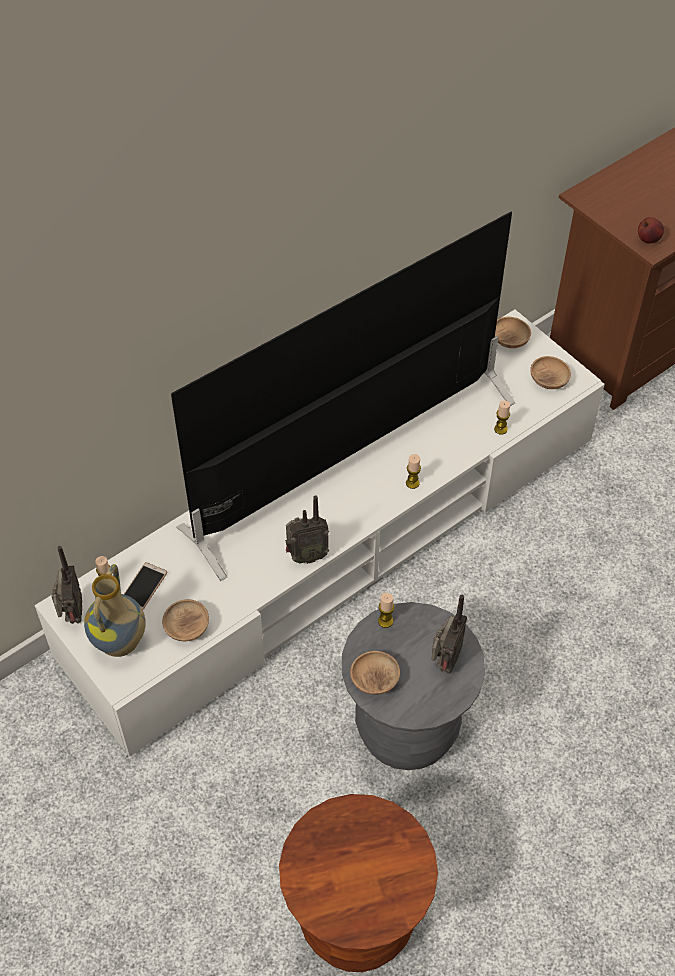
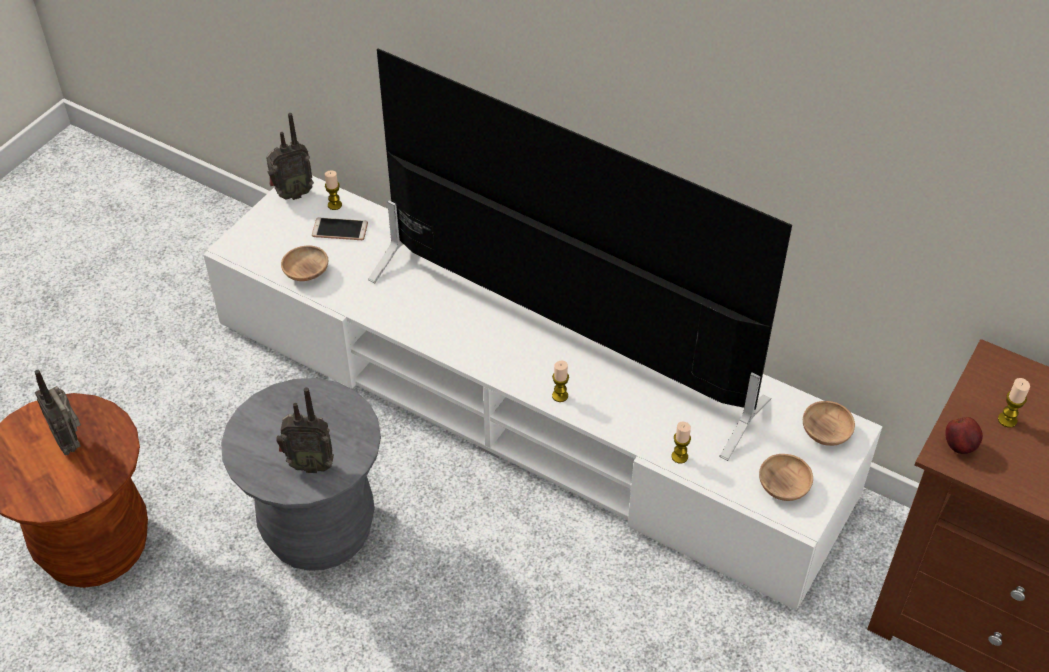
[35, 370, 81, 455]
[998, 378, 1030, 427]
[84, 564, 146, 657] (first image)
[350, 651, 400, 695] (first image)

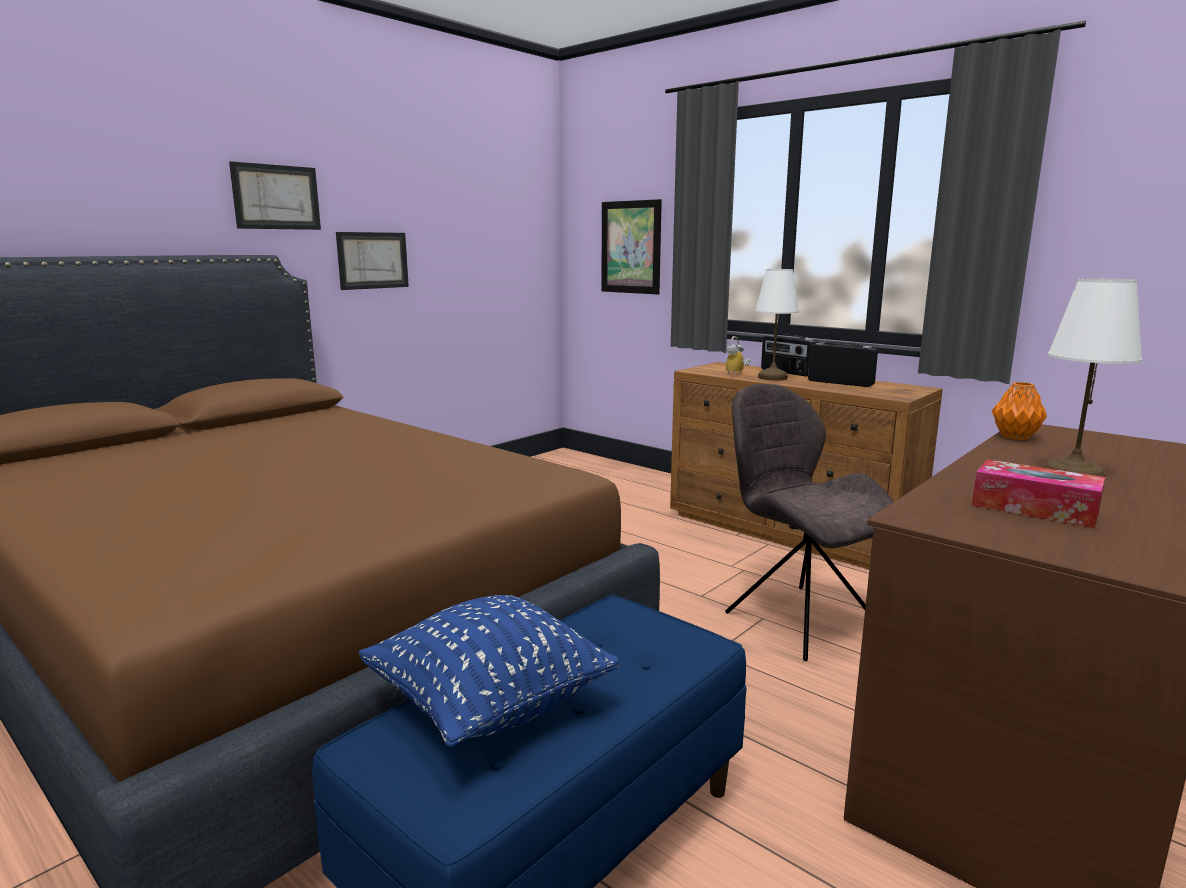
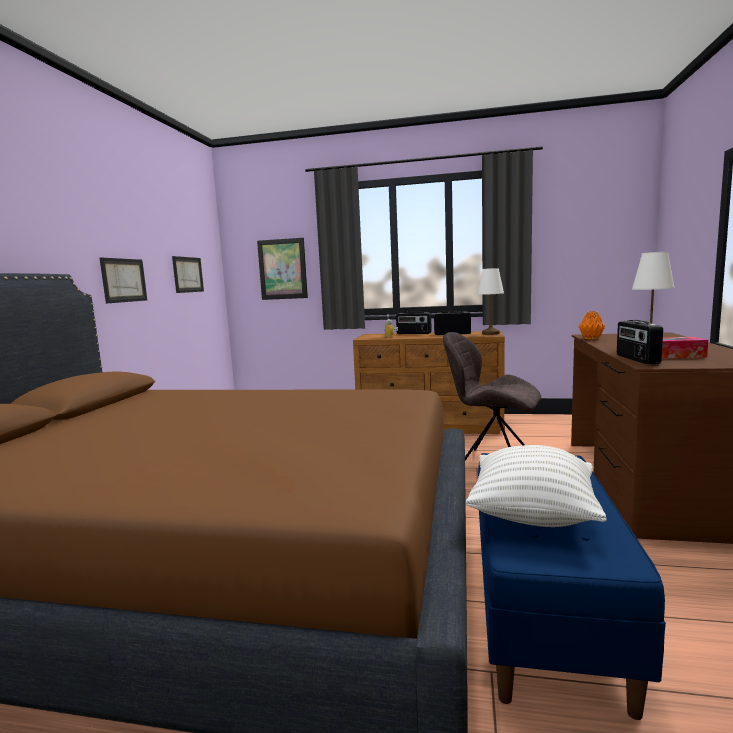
[172, 256, 204, 293]
[466, 445, 607, 527]
[478, 268, 504, 335]
[617, 320, 663, 364]

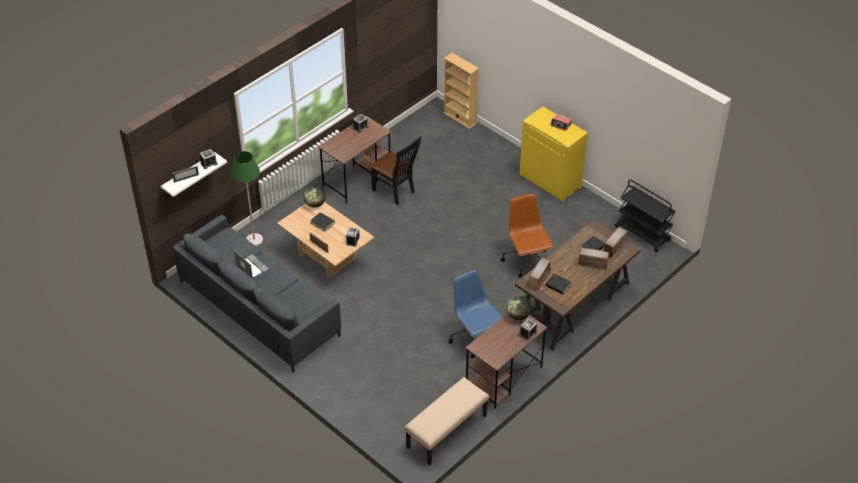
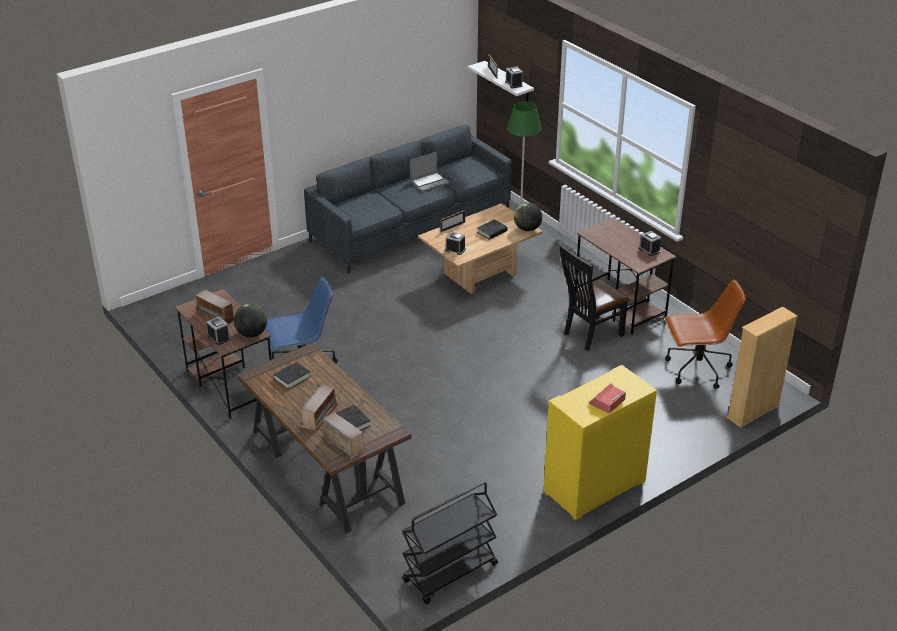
[195, 289, 234, 324]
[665, 279, 746, 389]
[404, 377, 489, 466] (first image)

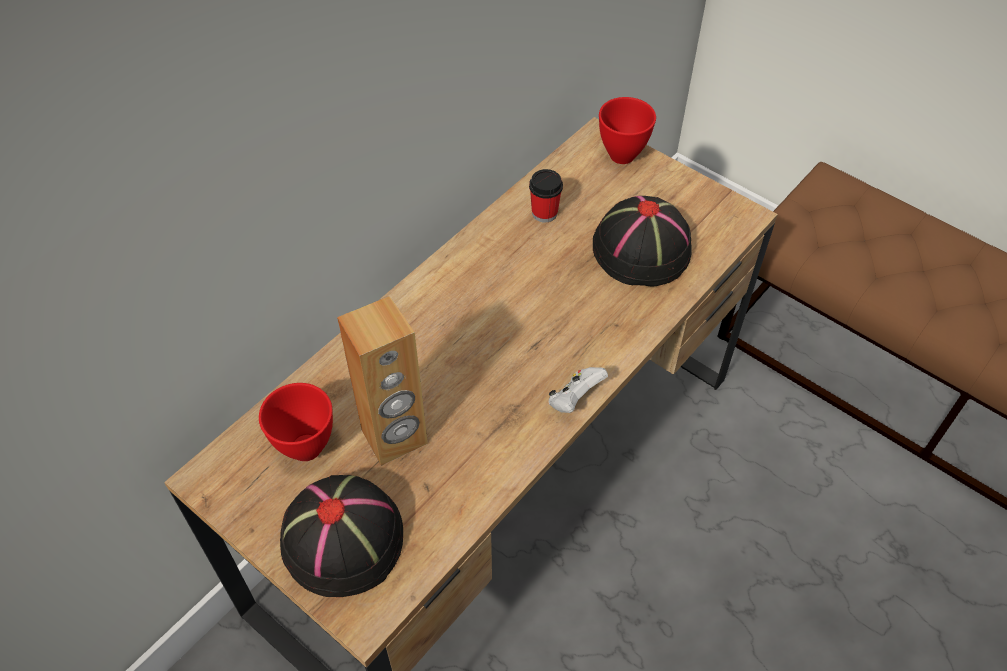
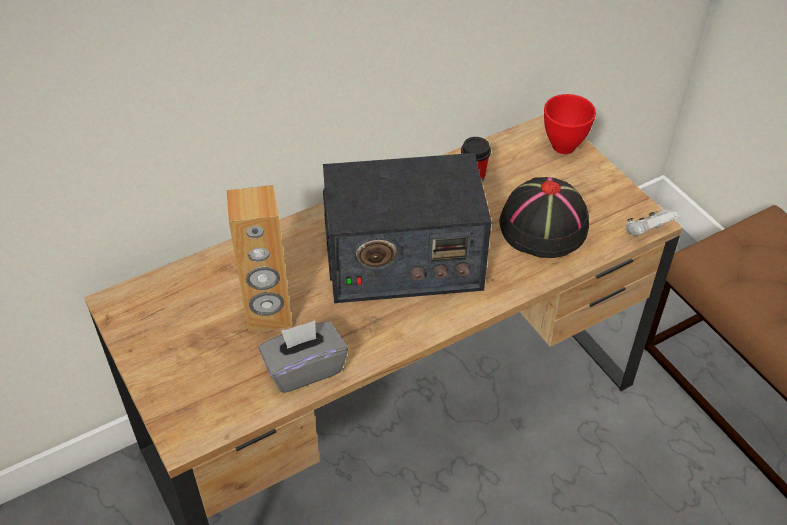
[259, 320, 348, 393]
[323, 153, 491, 303]
[625, 210, 679, 237]
[259, 383, 333, 461] (first image)
[280, 475, 403, 597] (first image)

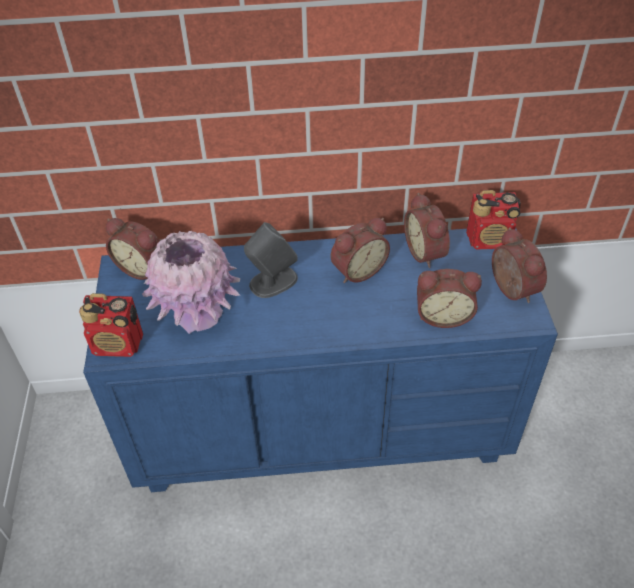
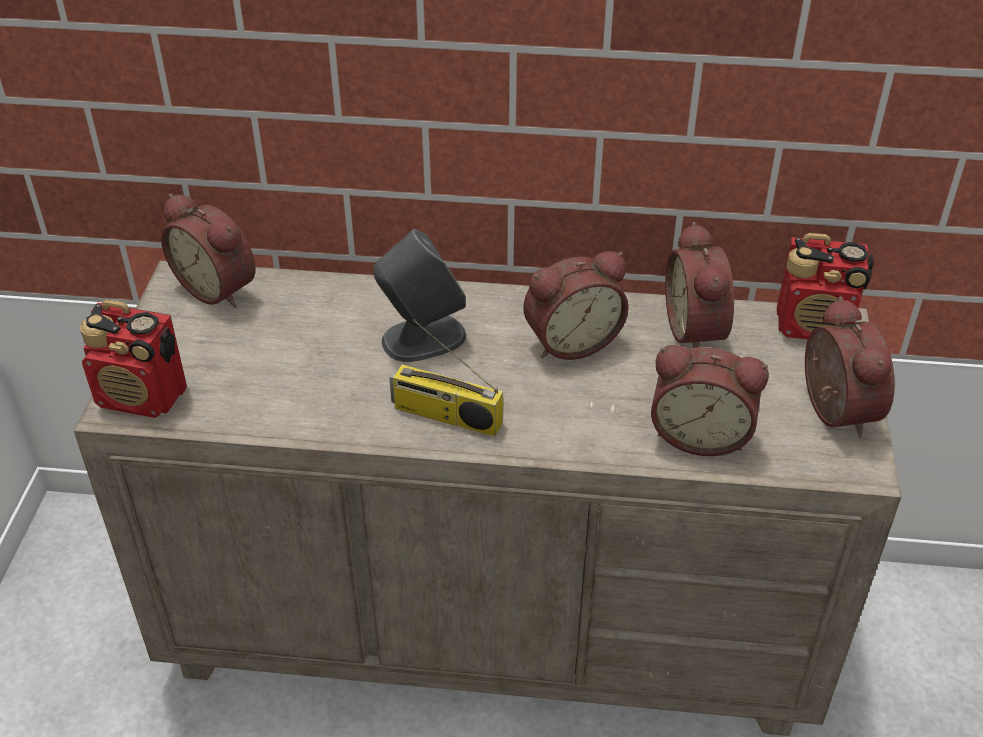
[74, 260, 901, 736]
[389, 319, 503, 437]
[142, 231, 240, 334] (first image)

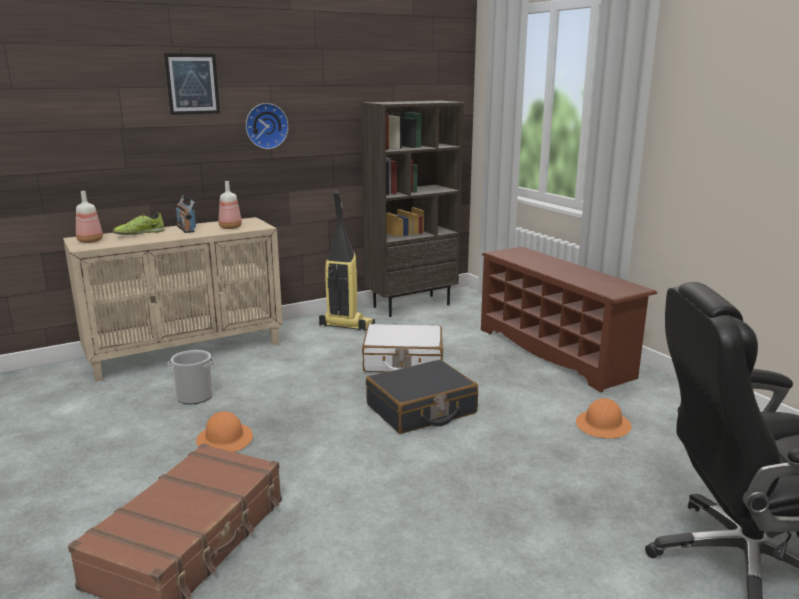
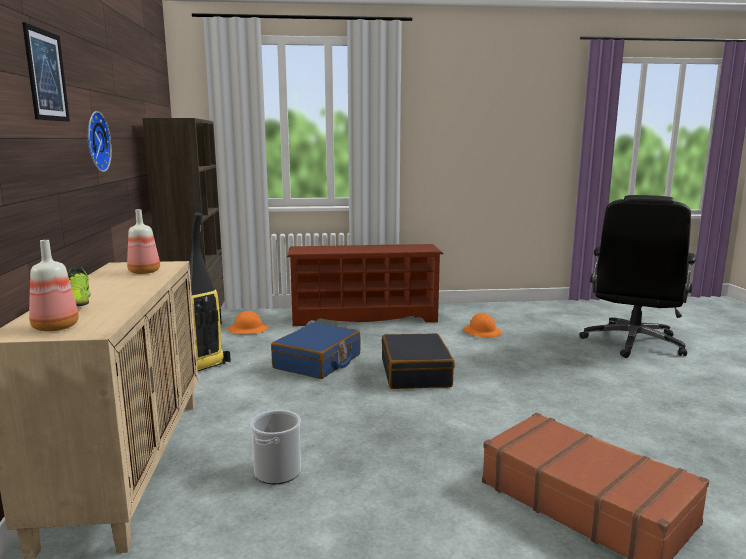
[228, 311, 268, 334]
[271, 322, 360, 379]
[176, 195, 196, 233] (first image)

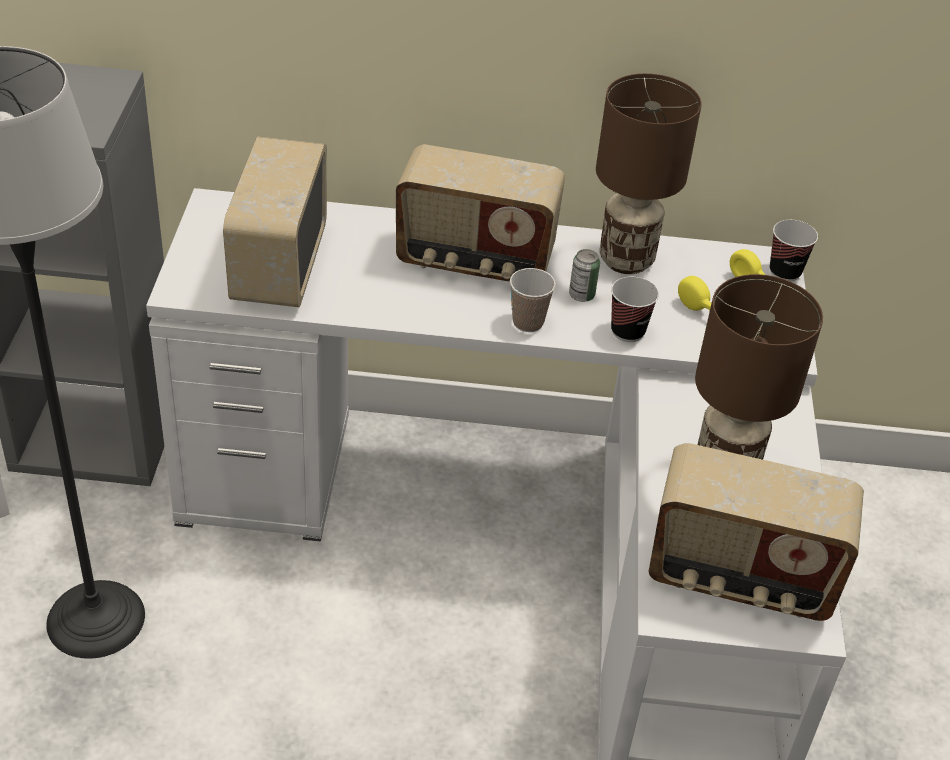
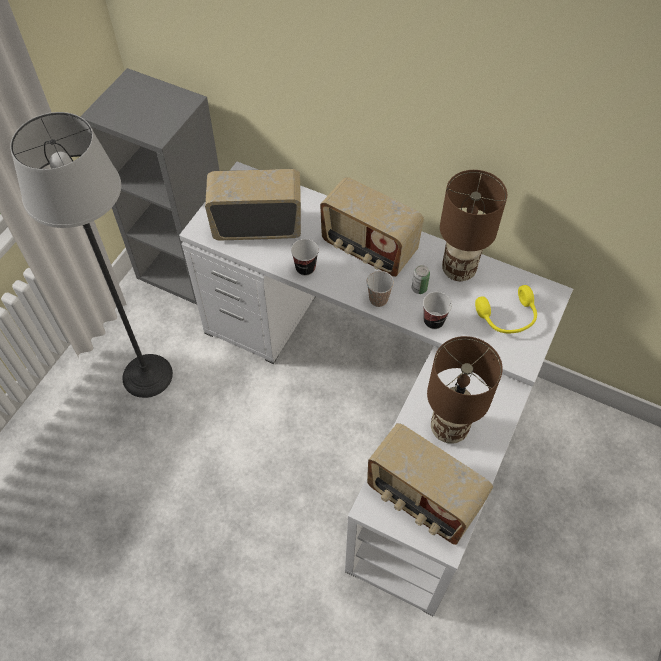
[205, 169, 301, 240]
[291, 239, 319, 276]

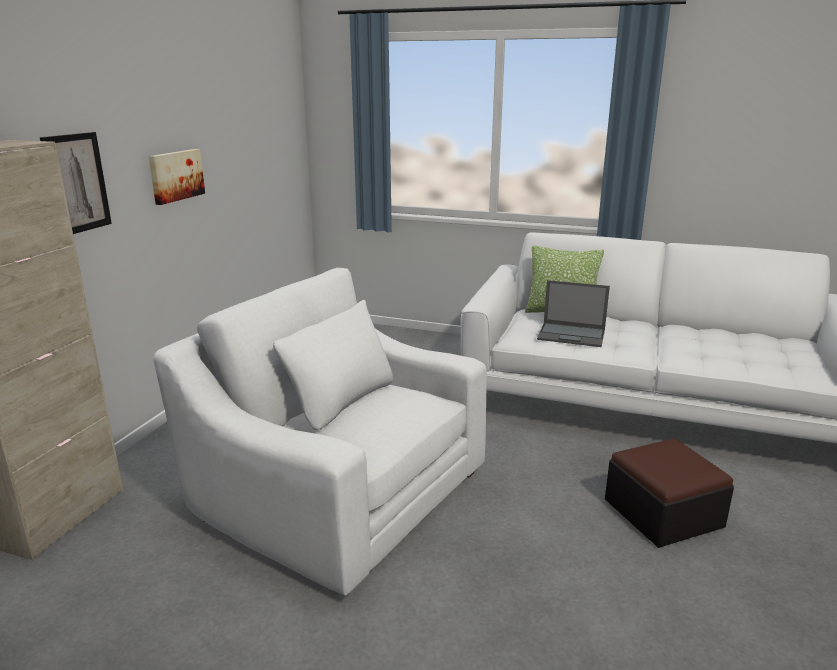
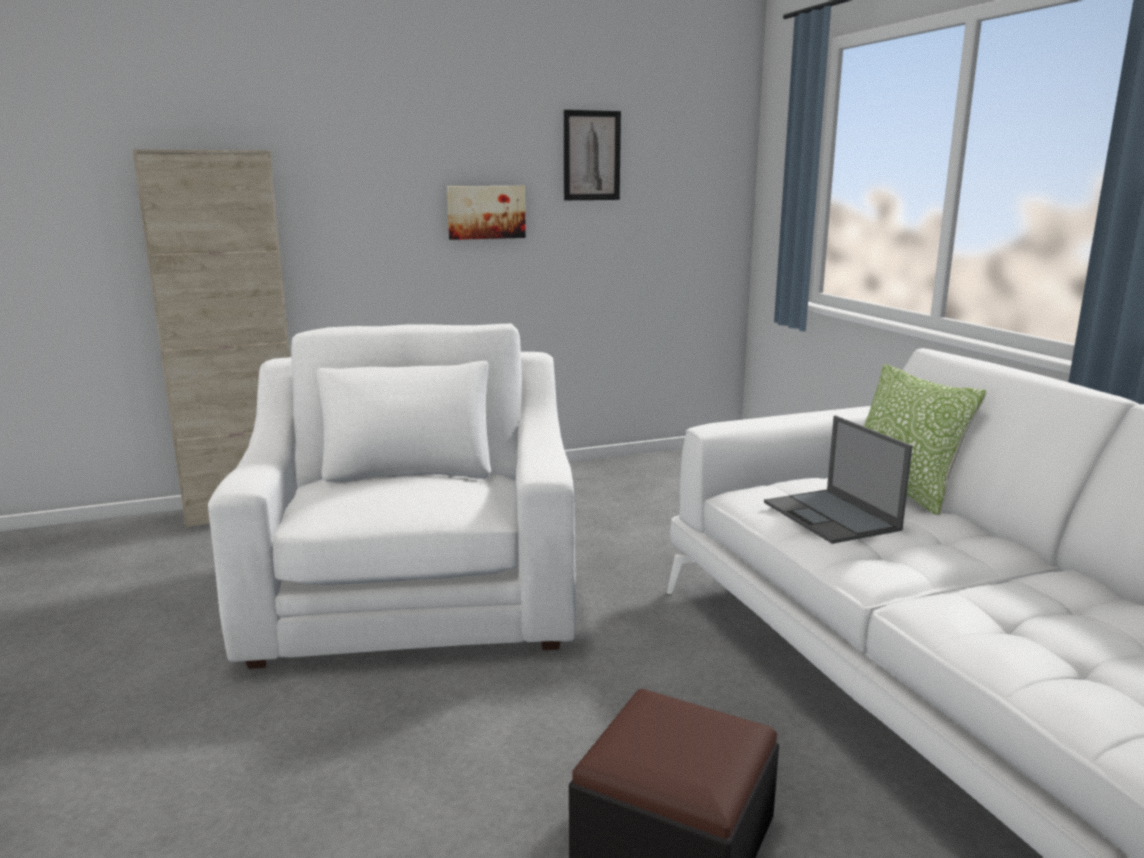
[564, 110, 621, 200]

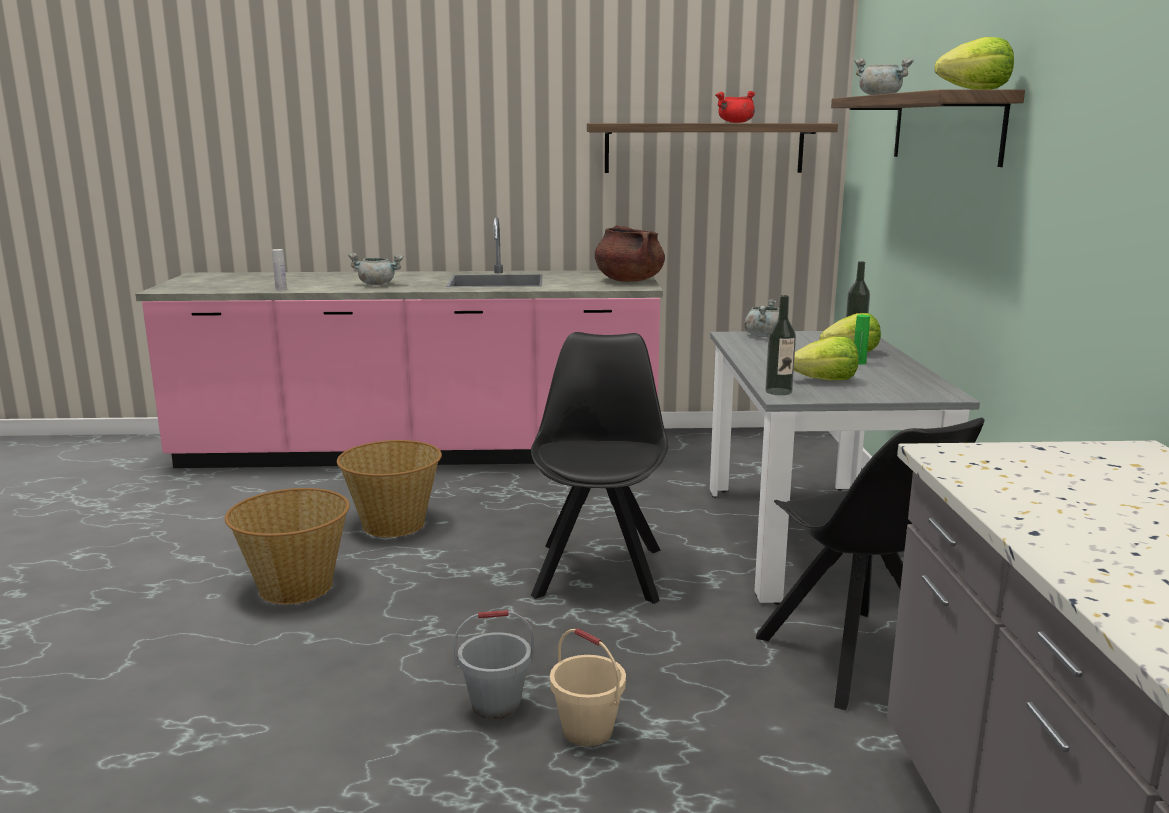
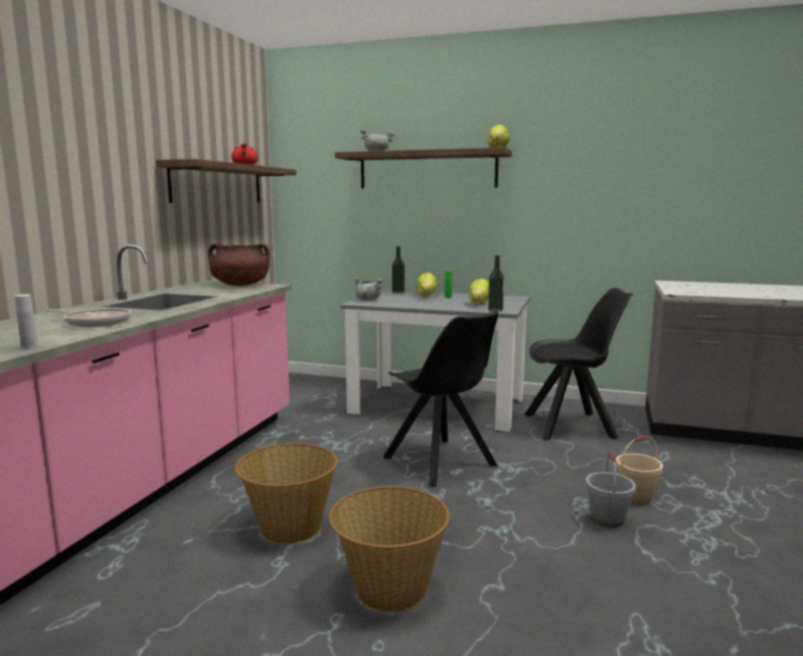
[45, 308, 131, 327]
[383, 311, 498, 487]

